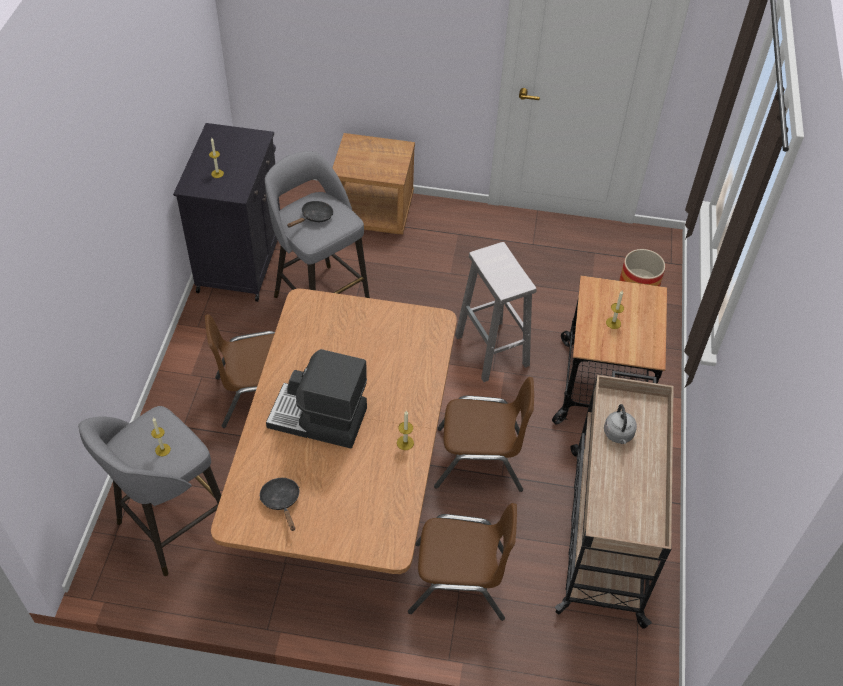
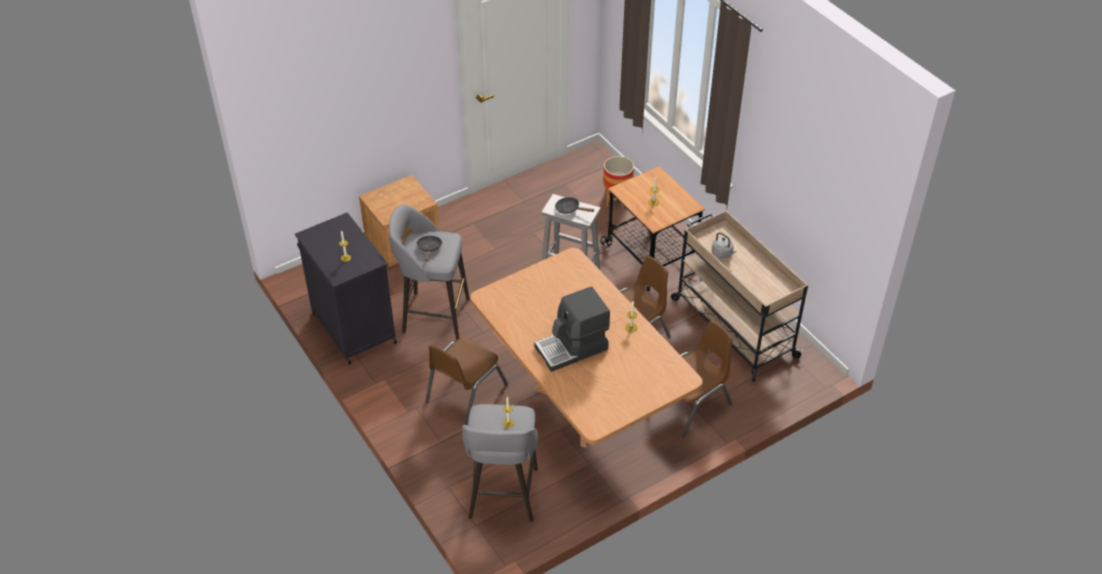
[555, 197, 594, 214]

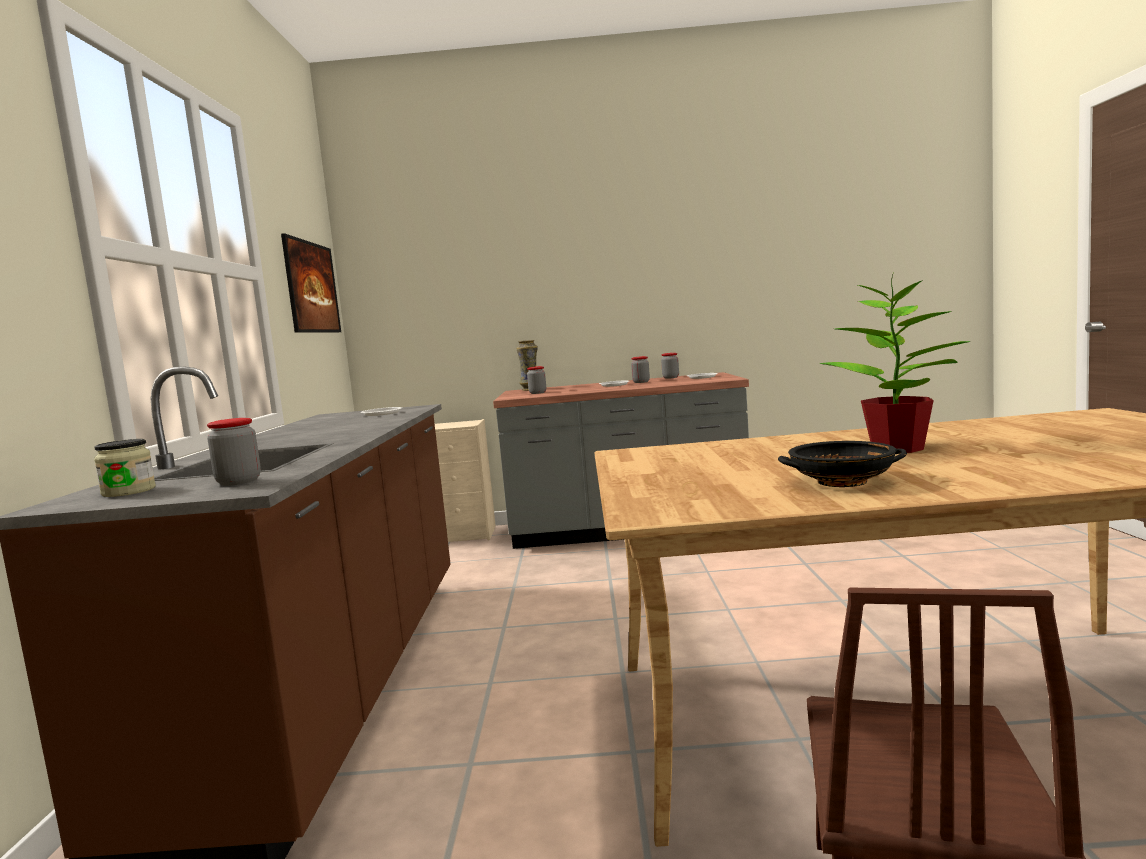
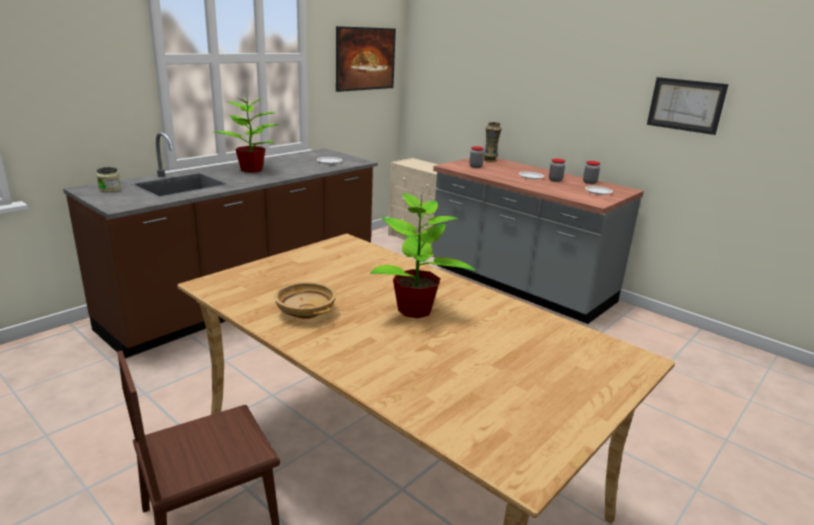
[215, 93, 280, 173]
[274, 282, 336, 319]
[647, 77, 729, 135]
[207, 418, 261, 486] (first image)

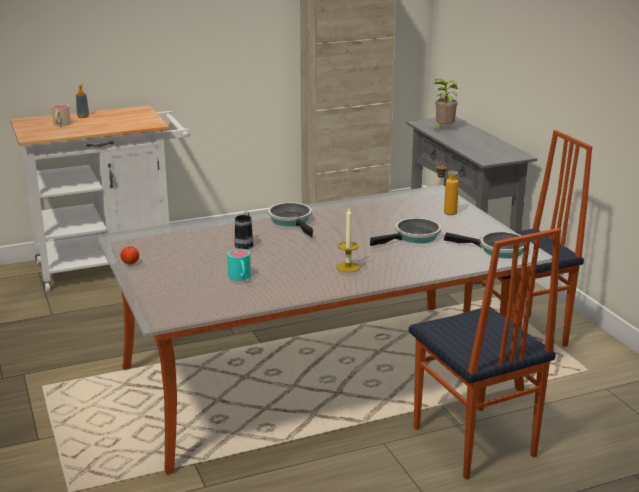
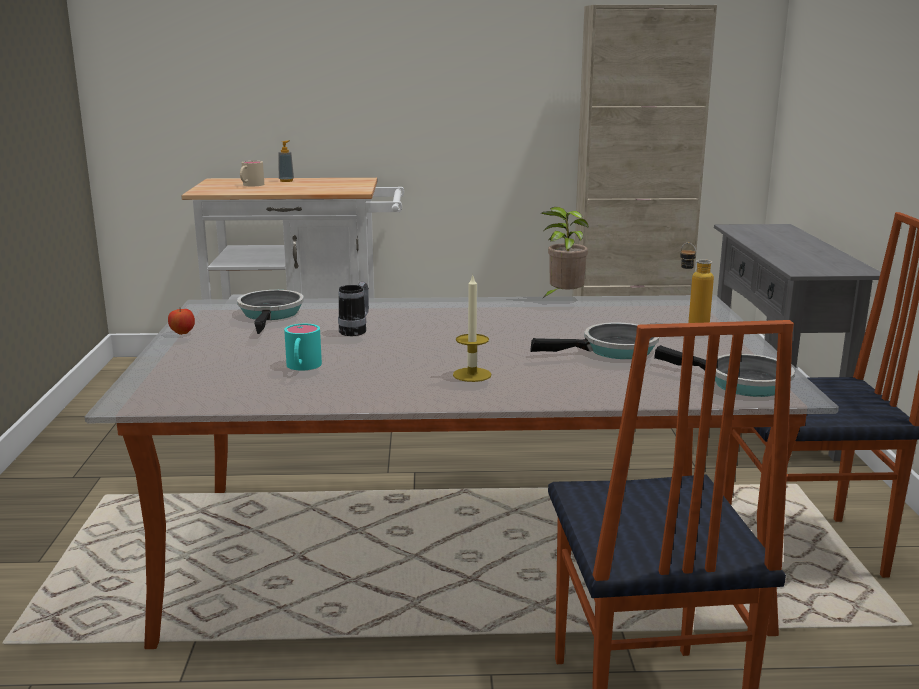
[237, 290, 304, 334]
[541, 207, 589, 299]

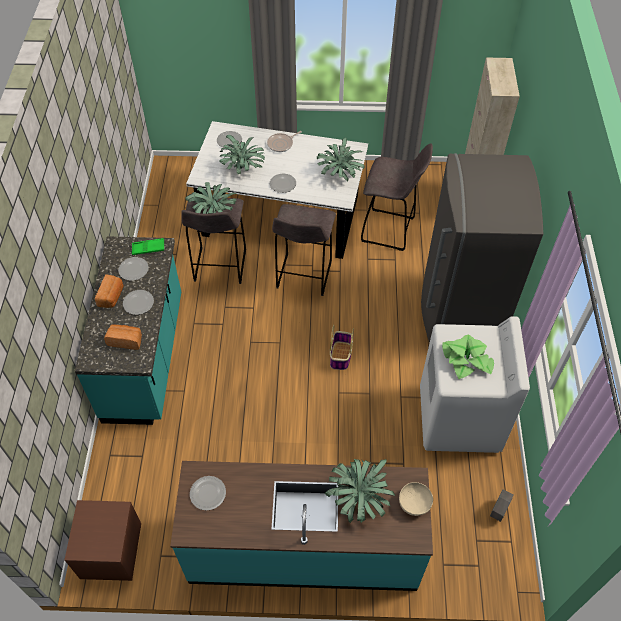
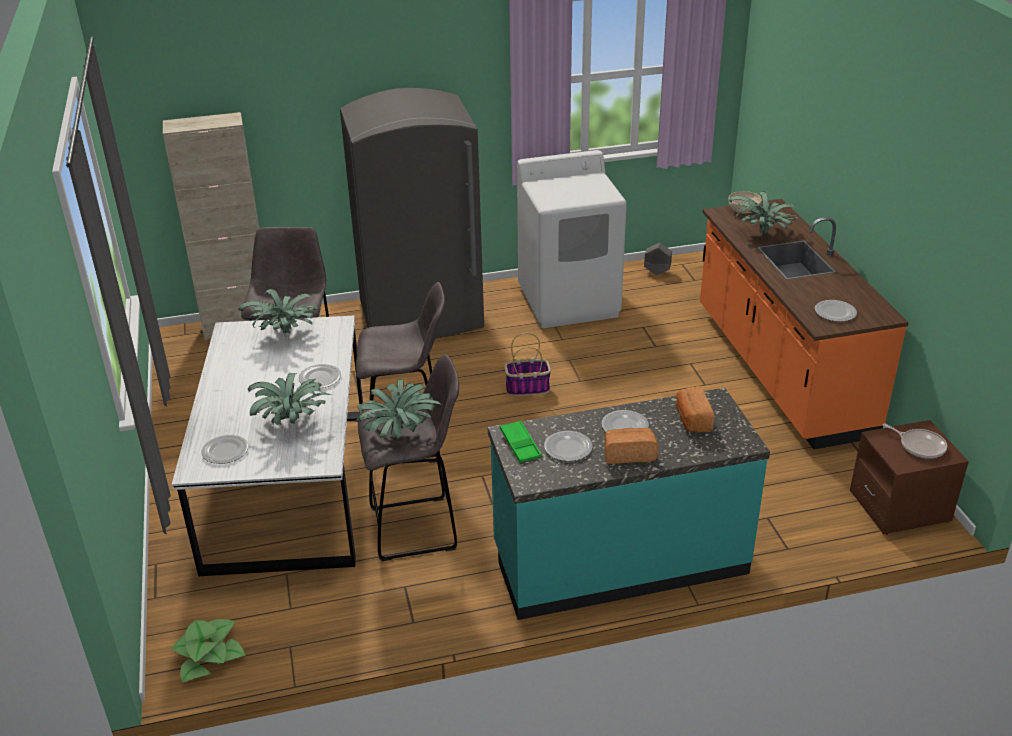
[171, 619, 245, 683]
[700, 199, 909, 449]
[882, 424, 947, 459]

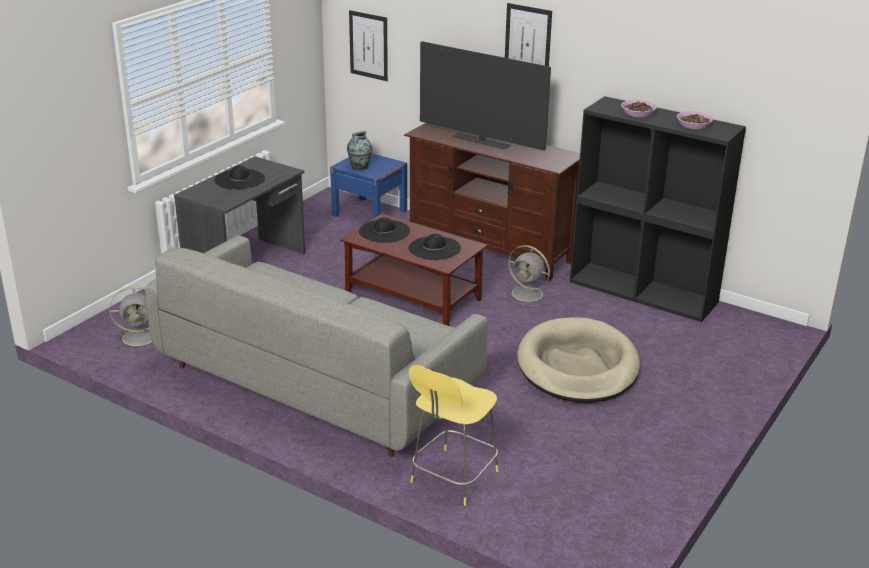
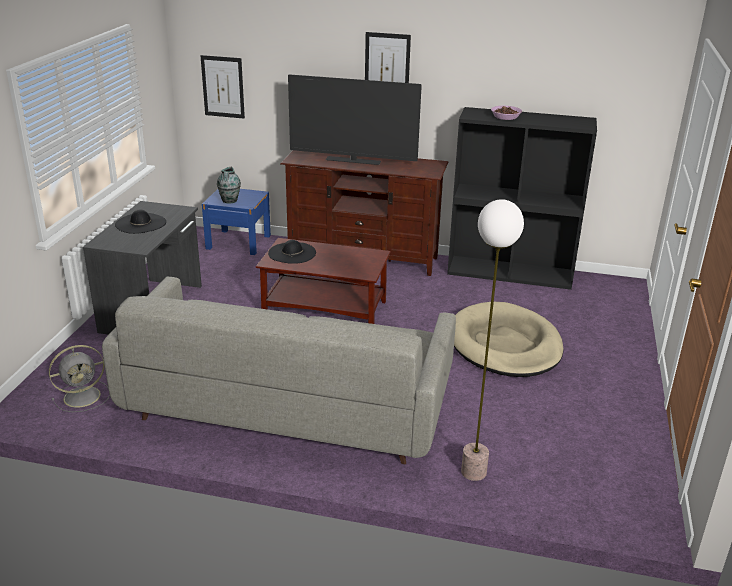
[461, 199, 524, 481]
[409, 234, 461, 260] (first image)
[504, 245, 552, 306] (first image)
[677, 111, 713, 130] (first image)

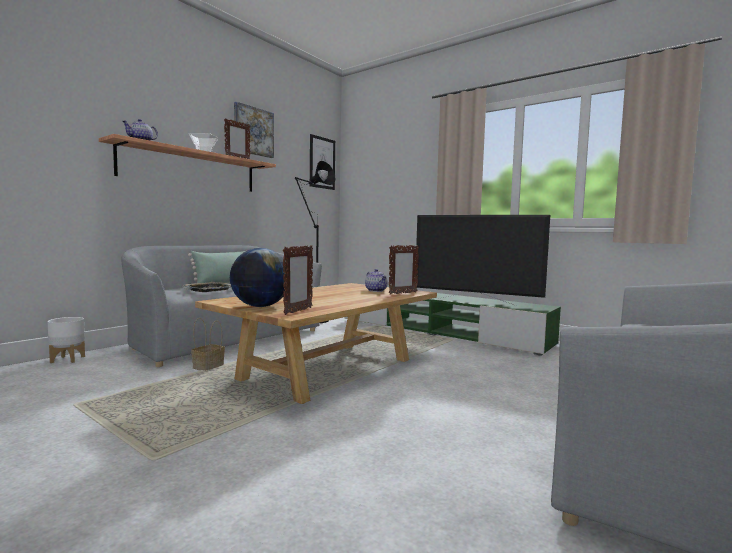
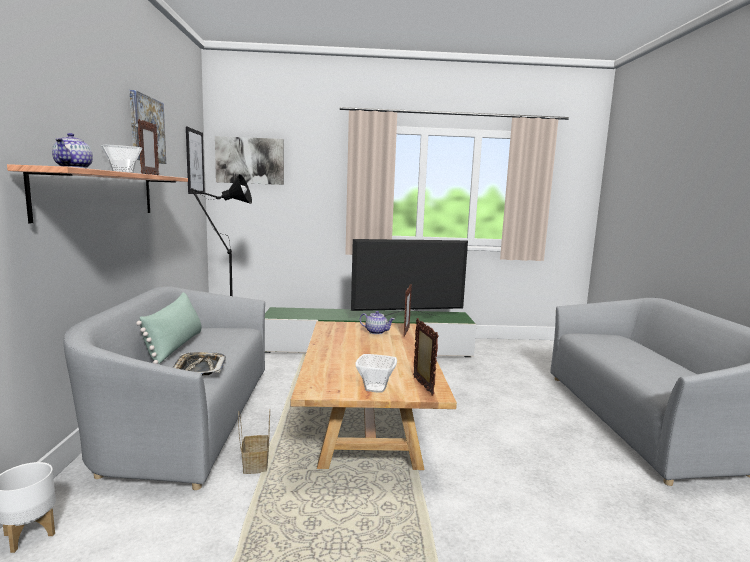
[215, 136, 284, 185]
[356, 354, 397, 393]

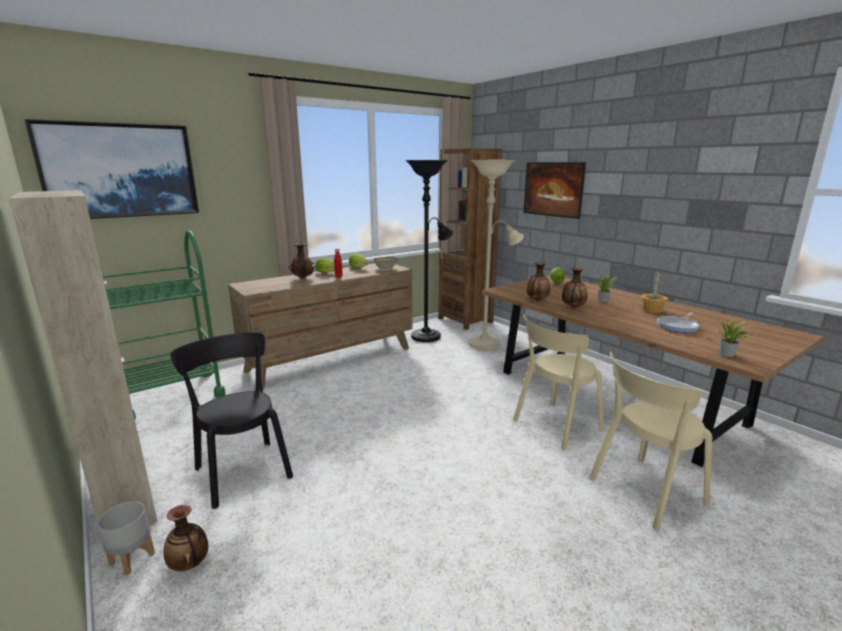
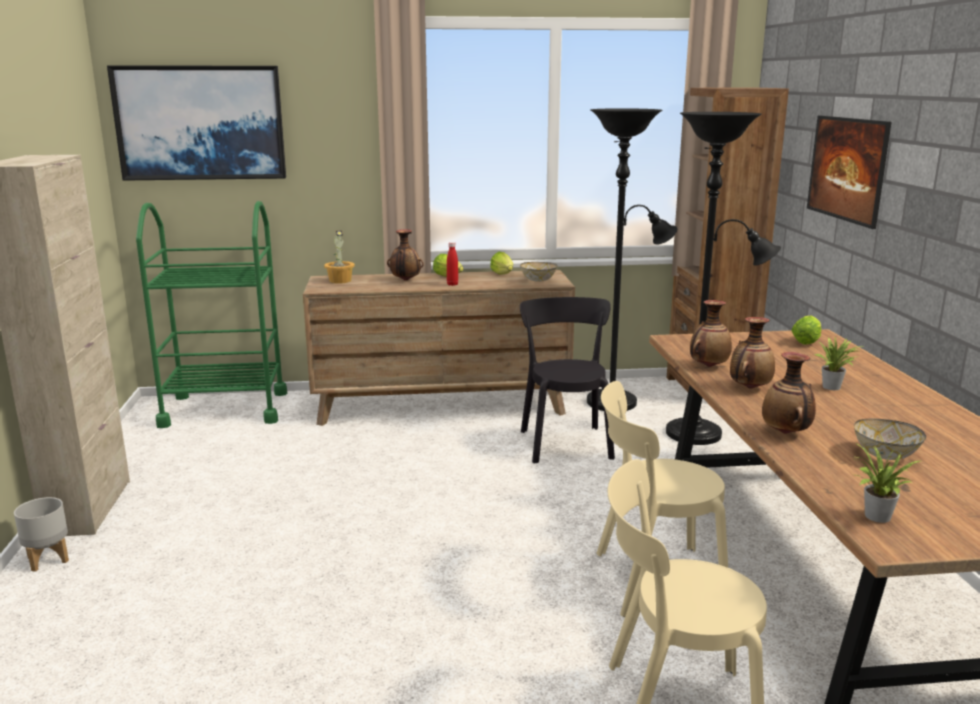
[324, 230, 355, 284]
[520, 297, 615, 463]
[666, 112, 781, 445]
[762, 352, 816, 434]
[854, 419, 926, 460]

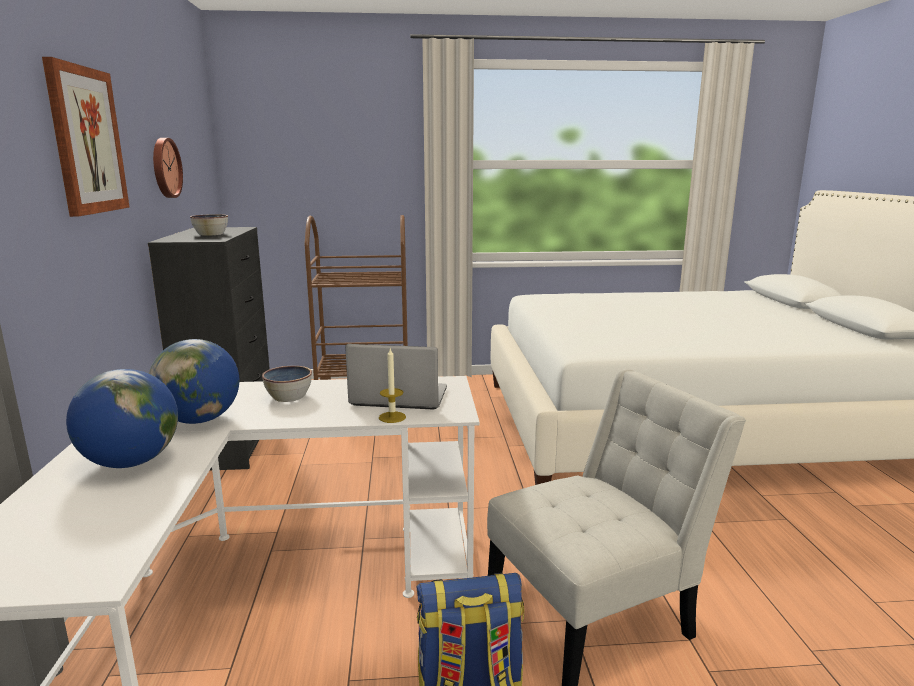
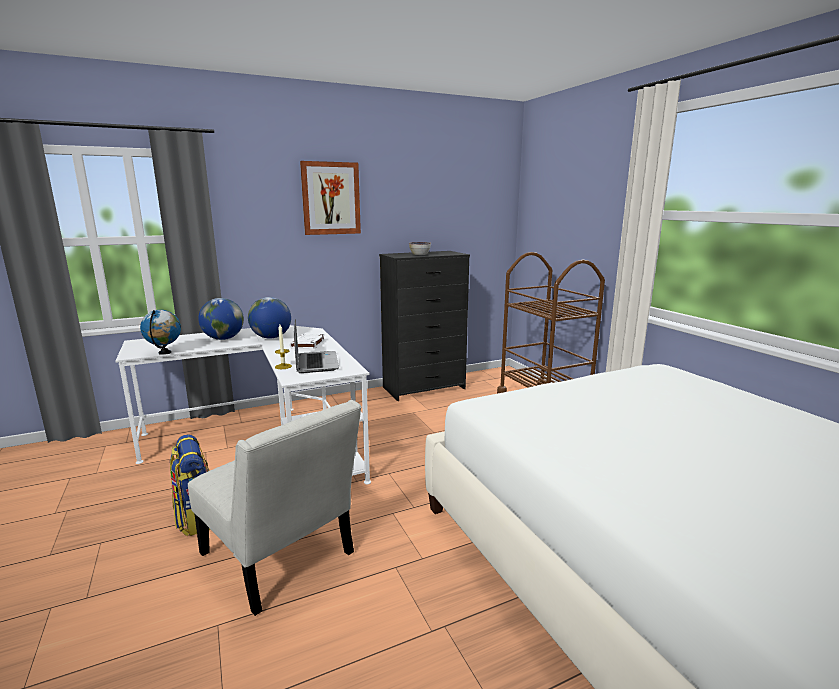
[140, 310, 181, 355]
[289, 333, 325, 349]
[153, 138, 183, 198] (first image)

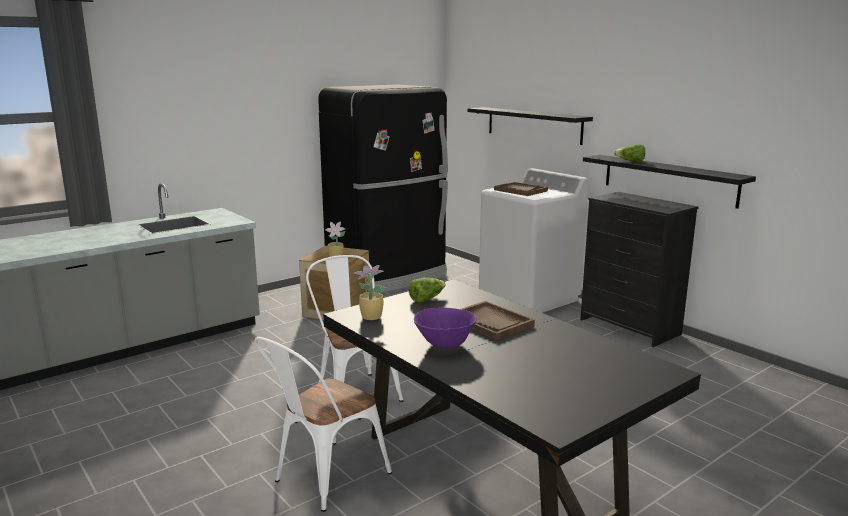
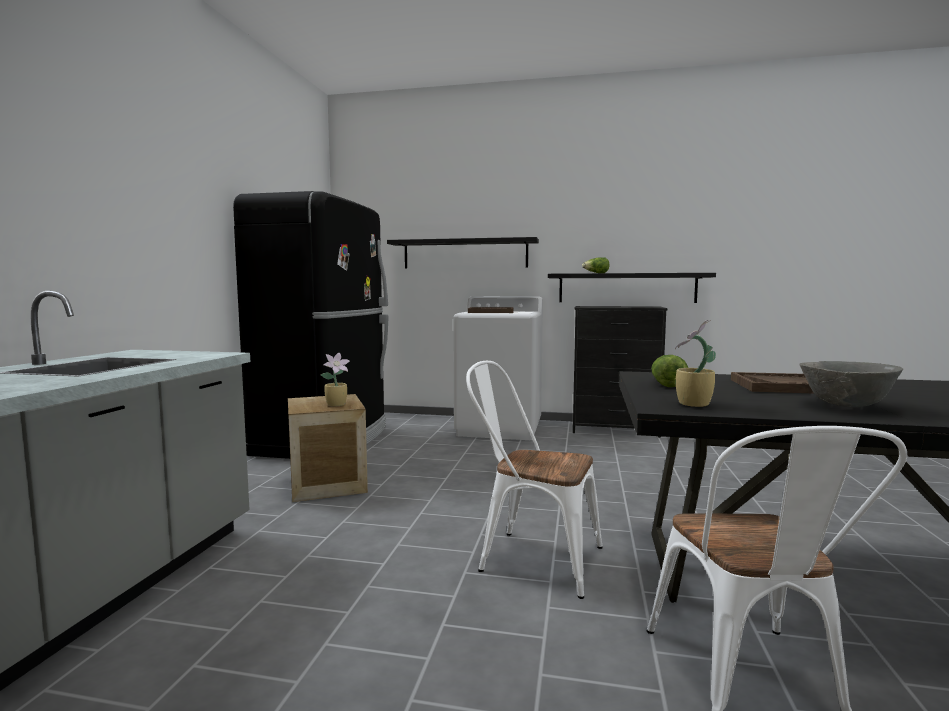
[800, 361, 903, 407]

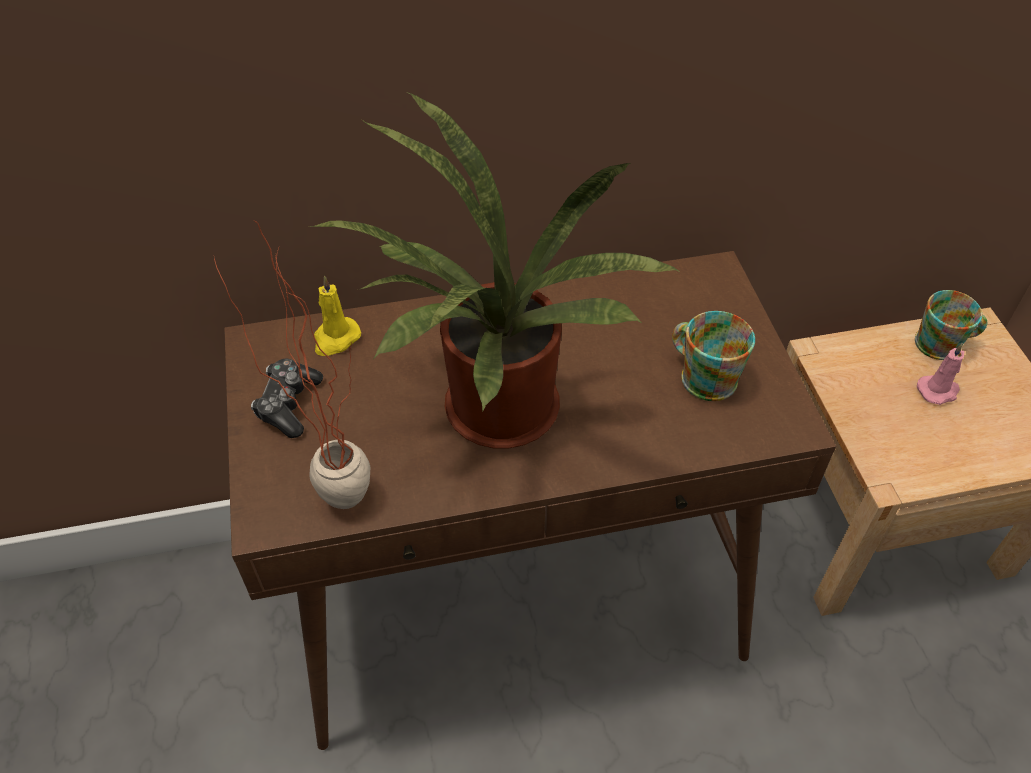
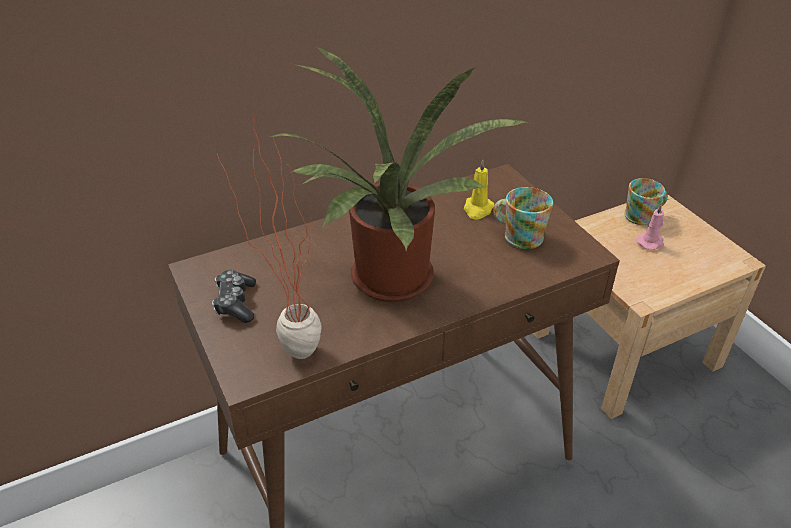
[464, 159, 495, 220]

